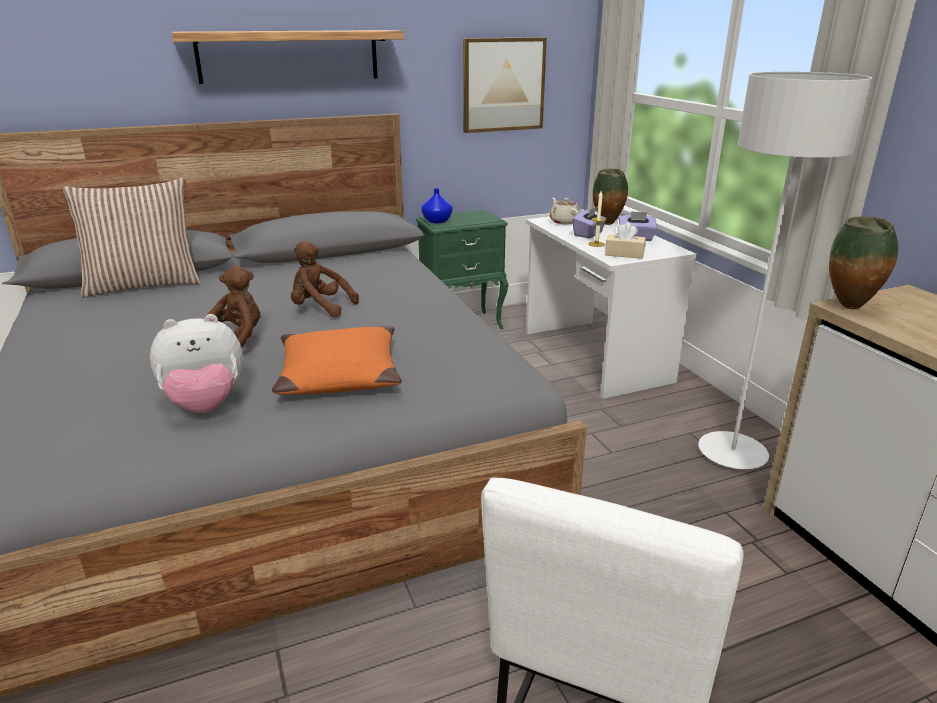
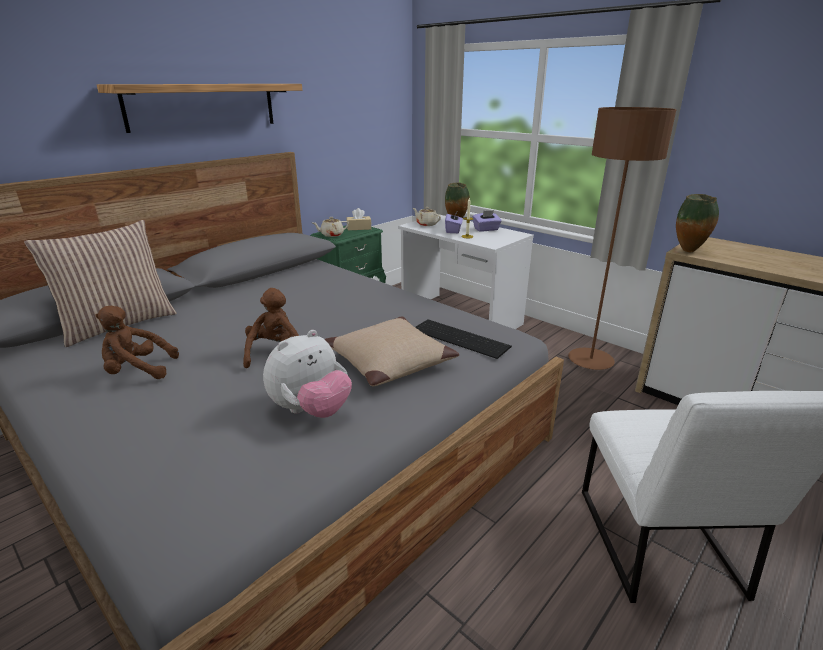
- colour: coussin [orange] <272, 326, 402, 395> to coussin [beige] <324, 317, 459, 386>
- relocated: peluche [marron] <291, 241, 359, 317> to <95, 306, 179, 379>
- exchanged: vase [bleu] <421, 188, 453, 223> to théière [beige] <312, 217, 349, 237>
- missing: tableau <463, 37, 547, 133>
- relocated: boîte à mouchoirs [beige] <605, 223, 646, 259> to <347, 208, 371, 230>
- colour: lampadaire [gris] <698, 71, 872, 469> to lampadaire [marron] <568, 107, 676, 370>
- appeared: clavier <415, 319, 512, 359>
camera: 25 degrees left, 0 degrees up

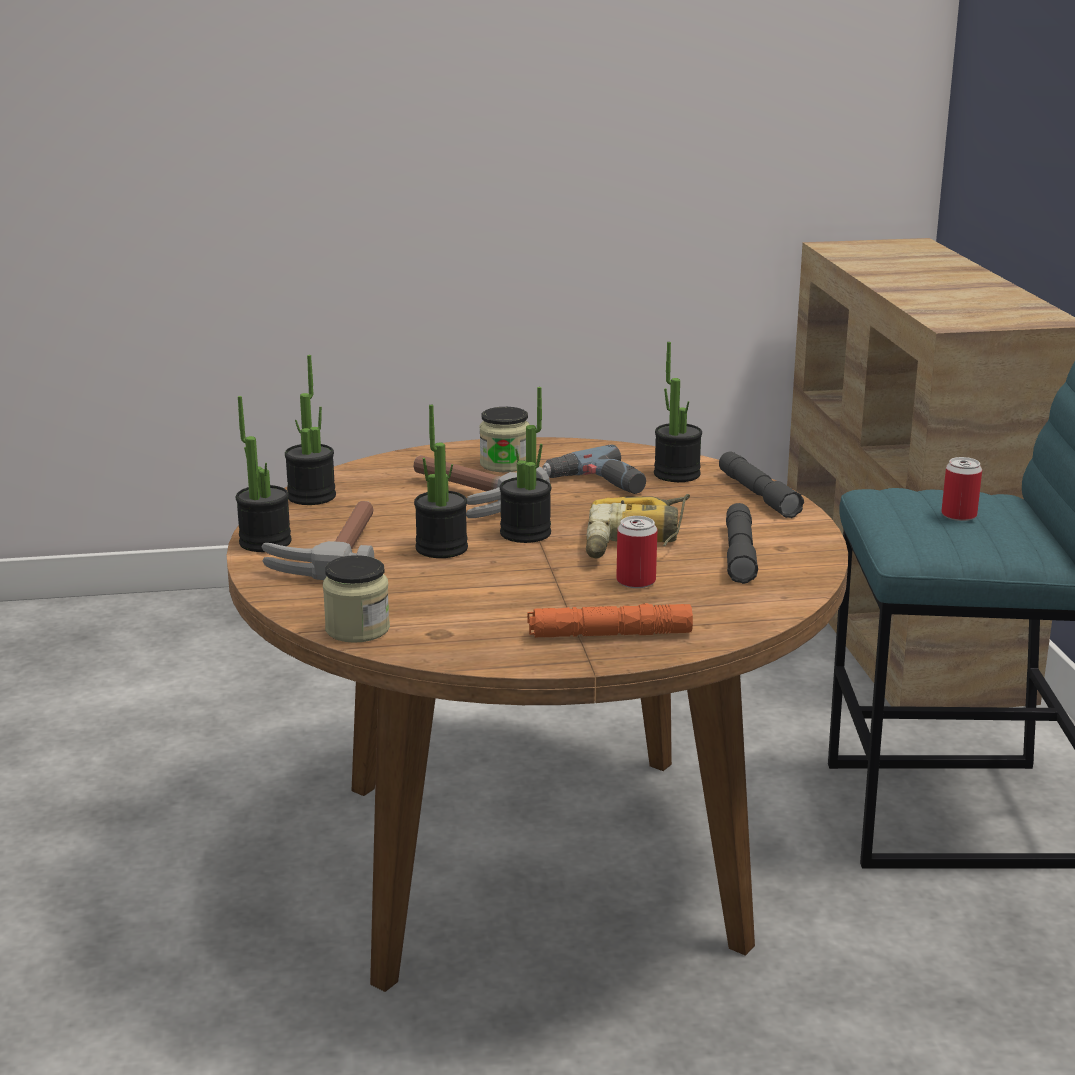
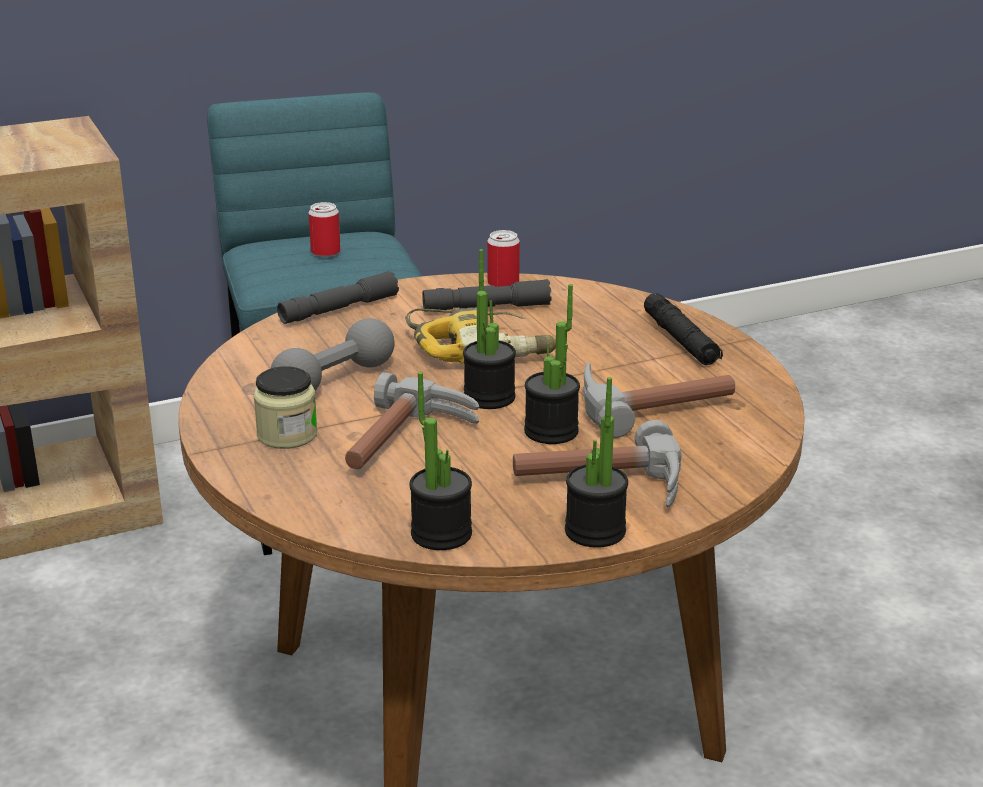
- missing: bocal <323, 555, 390, 643>
- colour: lampe de poche [orange] <527, 603, 693, 638> to lampe de poche [noir] <644, 293, 723, 365>
- exchanged: perceuse <542, 444, 646, 494> to haltère [gris] <271, 318, 395, 390>
- relocated: boîte métallique <616, 516, 657, 588> to <487, 230, 520, 287>
- missing: plante en pot <654, 342, 702, 482>
- appeared: marteau <583, 362, 735, 438>
camera: 105 degrees left, 5 degrees up

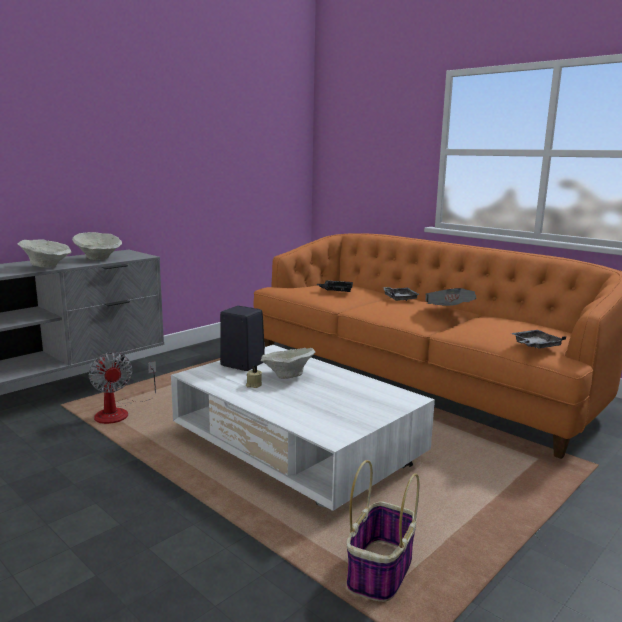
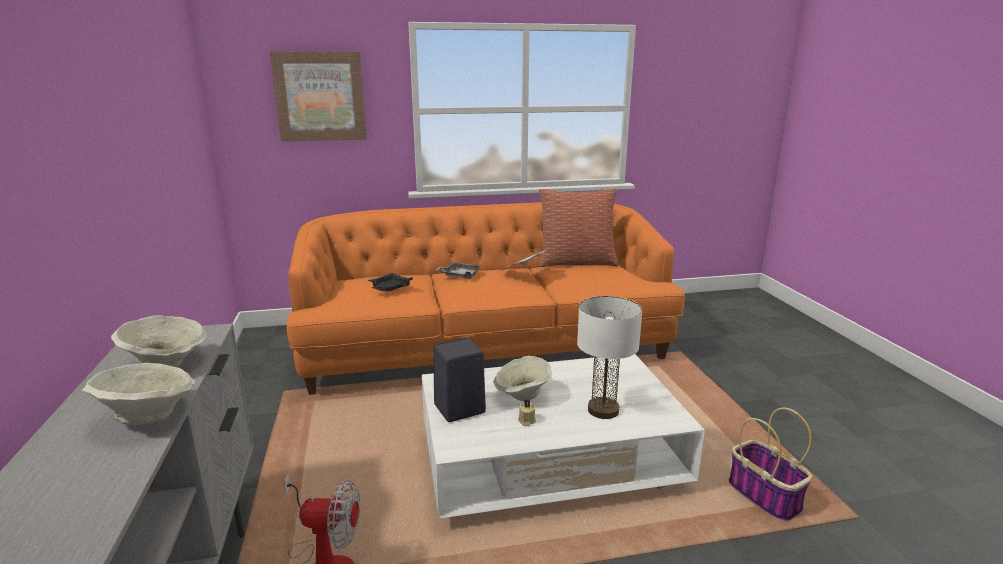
- missing: plateau [gris] <511, 330, 567, 349>
- appeared: tableau <270, 52, 367, 141>
- appeared: coussin <539, 189, 618, 267>
- appeared: lampe de table <577, 296, 642, 419>
camera: 55 degrees left, 5 degrees up

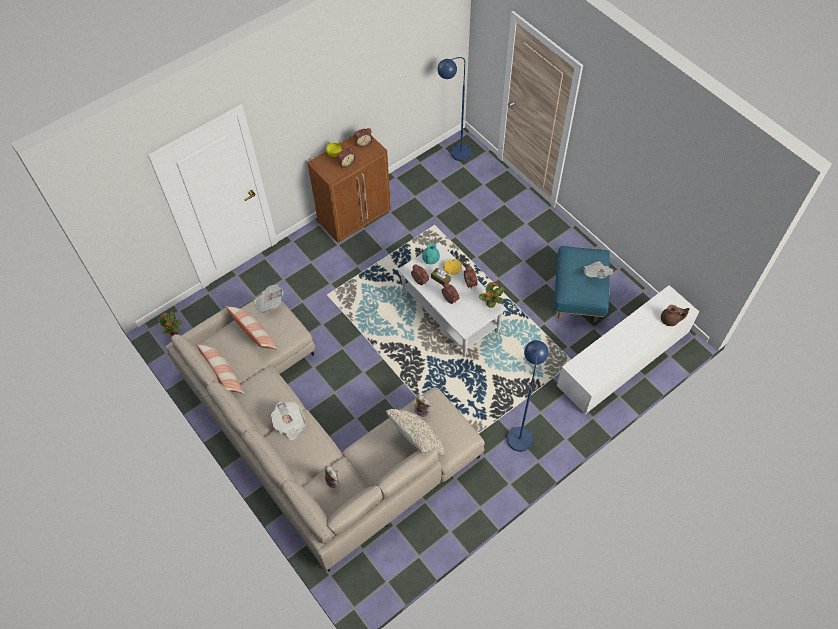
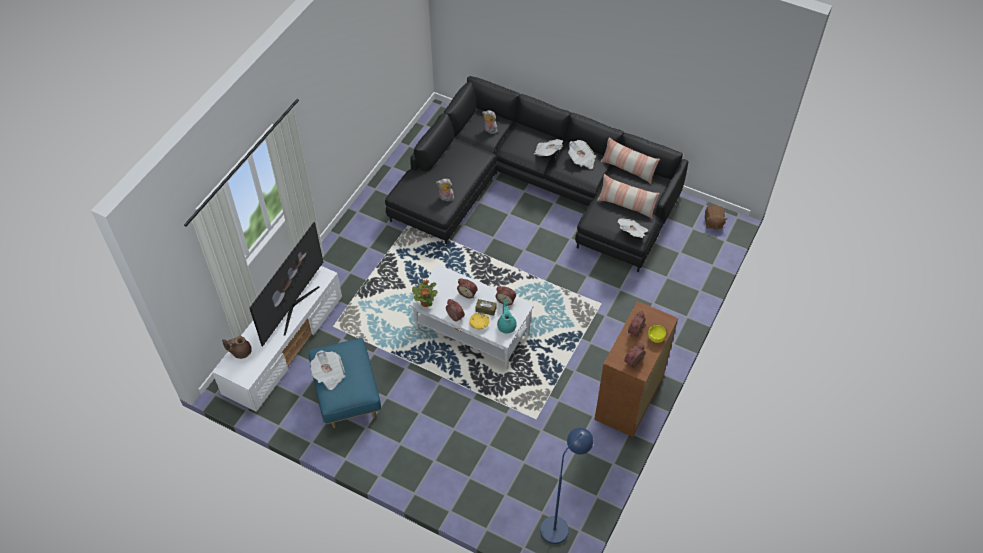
- exchanged: plante en pot <158, 312, 183, 336> to peluche [marron] <705, 205, 727, 229>
- colour: canapé [beige] <166, 295, 485, 572> to canapé [noir] <385, 76, 688, 273>
- missing: coussin [beige] <386, 409, 444, 455>
- missing: lampadaire [bleu] <507, 340, 549, 452>
- appeared: téléviseur <250, 222, 323, 347>
- appeared: journal <568, 140, 596, 169>
camera: 155 degrees right, 5 degrees down

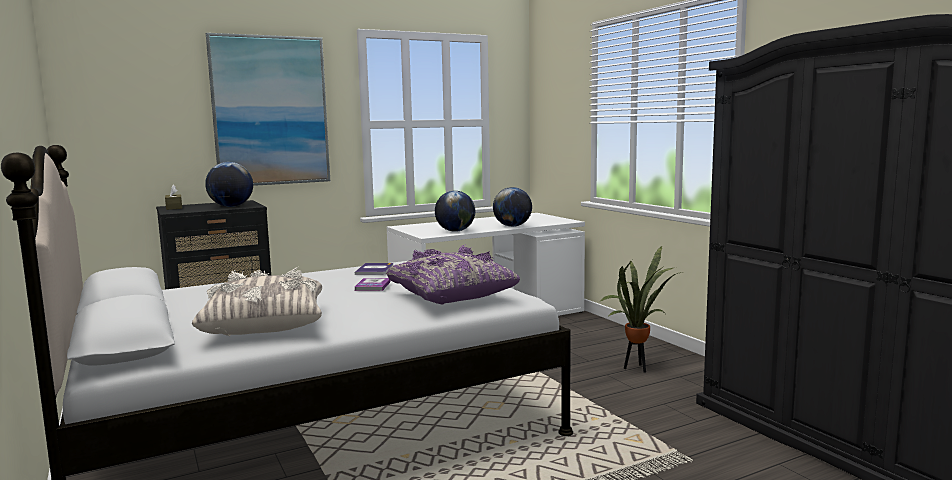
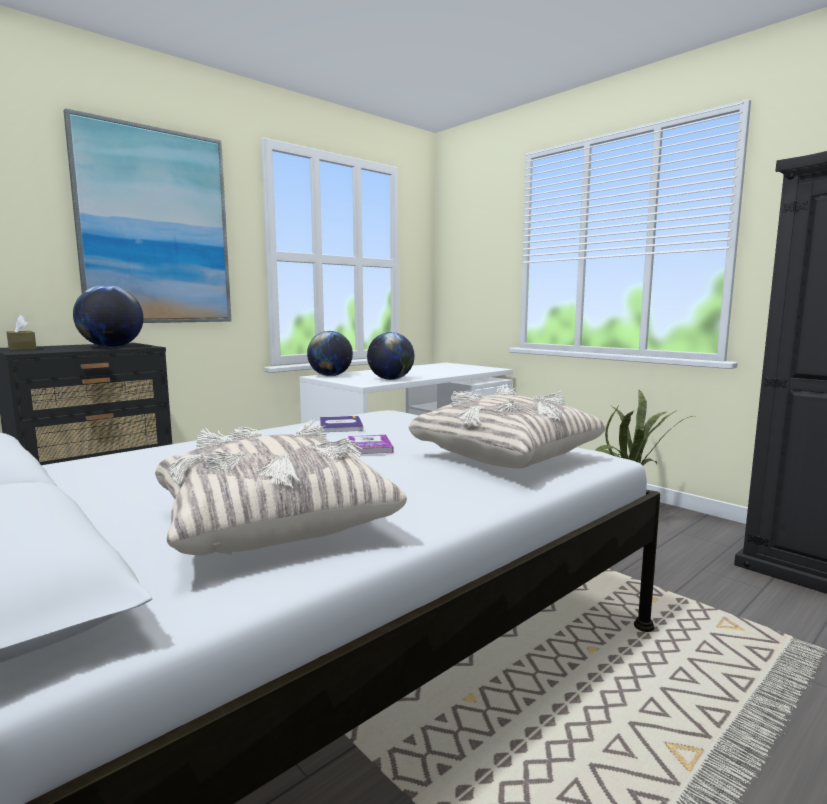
- colour: coussin [violet] <386, 244, 520, 304> to coussin [beige] <408, 384, 606, 468>
- relocated: globe <493, 187, 532, 227> to <307, 331, 353, 376>
camera: 15 degrees left, 0 degrees up

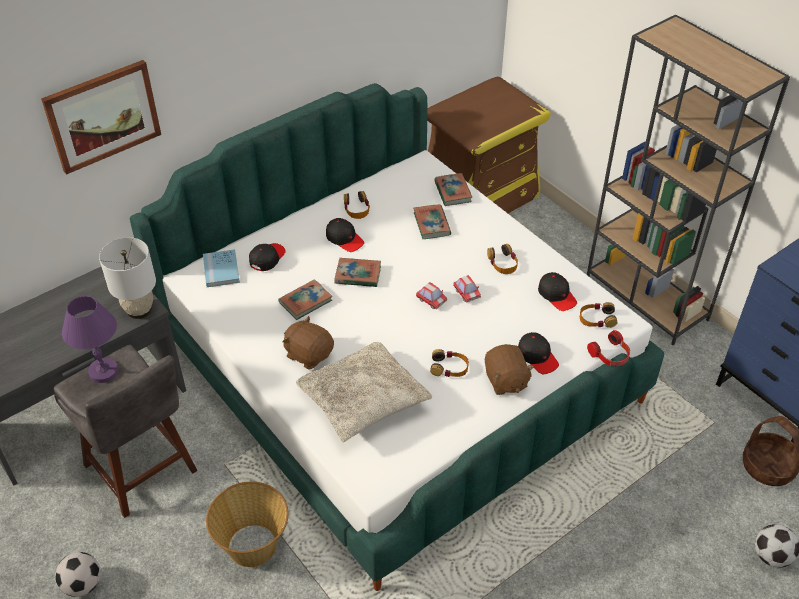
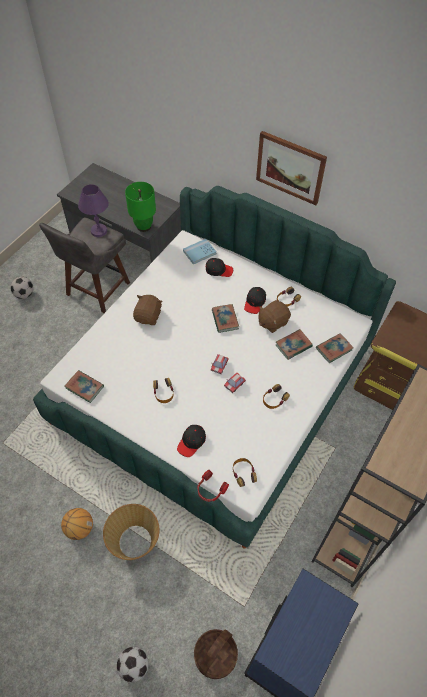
- relocated: tableau <41, 60, 161, 175> to <256, 131, 327, 205>
- colour: lampe de table [blanc] <99, 237, 156, 319> to lampe de table [vert] <125, 182, 156, 232>
- relocated: panier <206, 482, 289, 567> to <103, 504, 160, 560>
- relocated: livre <278, 279, 332, 320> to <64, 370, 104, 403>
- missing: coussin [beige] <296, 342, 432, 442>
- relocated: peluche [marron] <485, 344, 534, 395> to <259, 300, 291, 333>
- missing: casquette [noir] <538, 272, 577, 311>
- appeared: ballon de basket <61, 508, 93, 540>
camera: 70 degrees right, 10 degrees up

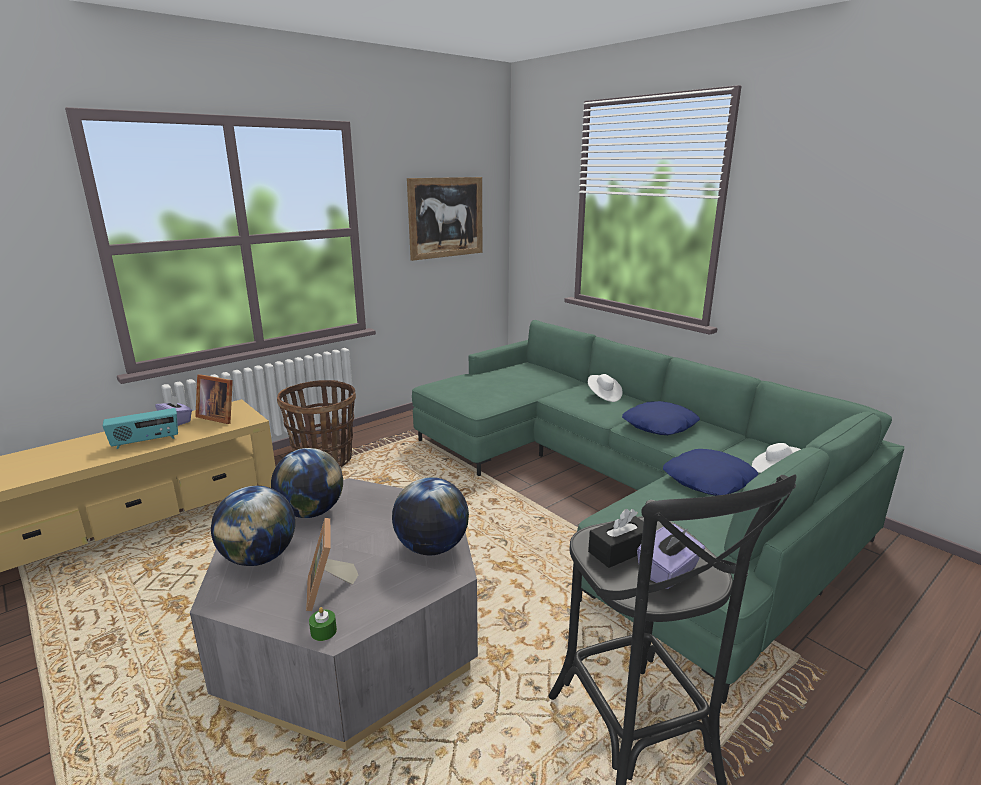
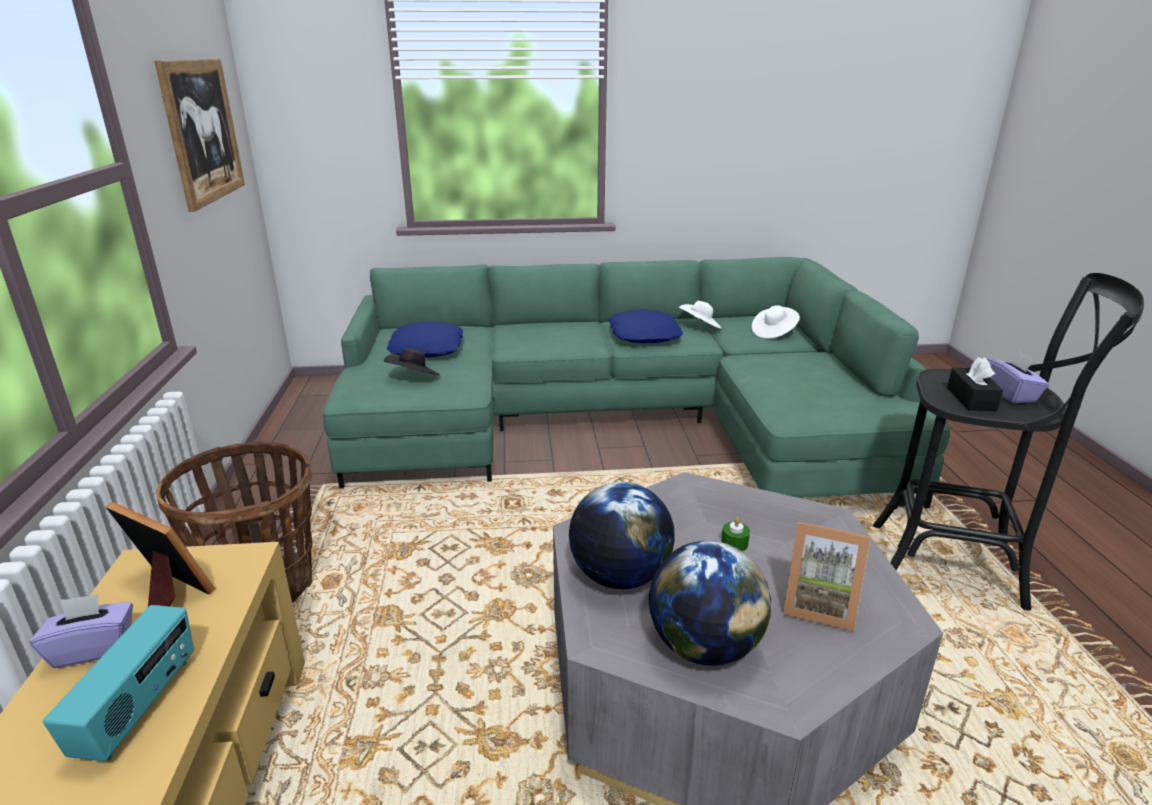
- spun: cadre photo <195, 374, 233, 424> = <106, 502, 215, 607> 120 degrees counterclockwise
- relocated: bougie [vert] <309, 607, 337, 641> to <721, 517, 750, 551>
- missing: globe <392, 477, 469, 555>
- relocated: chapeau [blanc] <588, 374, 622, 402> to <679, 301, 722, 329>
- relocated: coussin [bleu] <663, 449, 758, 496> to <387, 321, 463, 358>
- appeared: chapeau [noir] <384, 349, 440, 375>
camera: 55 degrees left, 5 degrees up

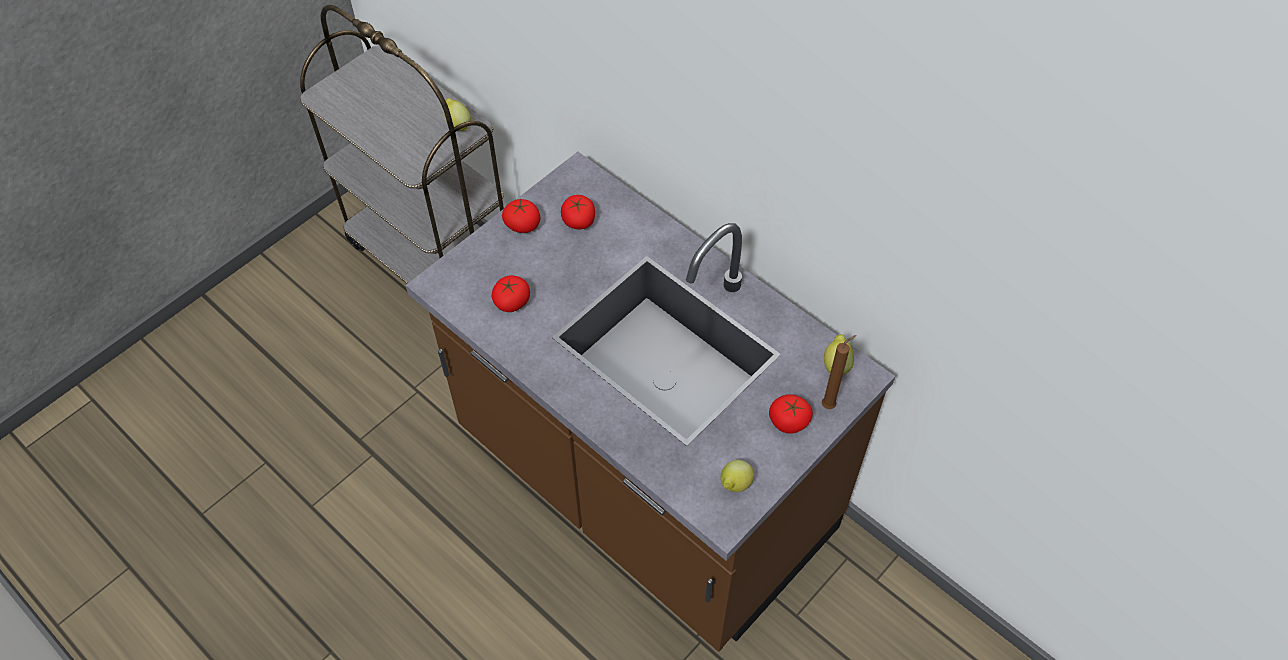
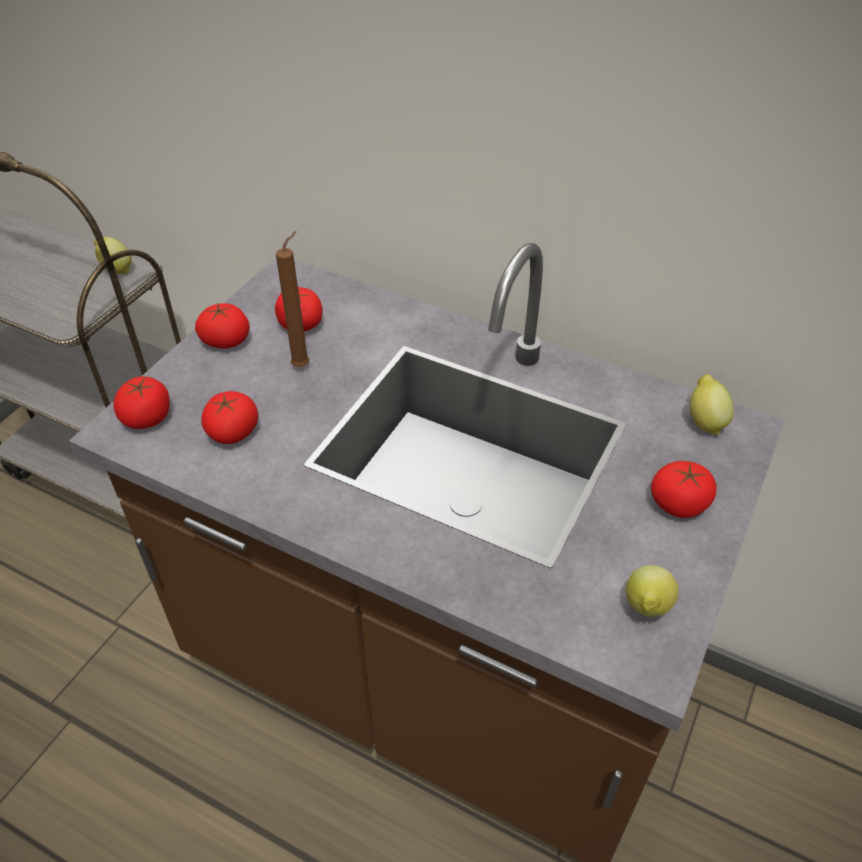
- relocated: bougie [marron] <822, 335, 856, 409> to <276, 231, 310, 367>
- appeared: tomate <113, 376, 170, 429>
camera: 15 degrees left, 10 degrees down

